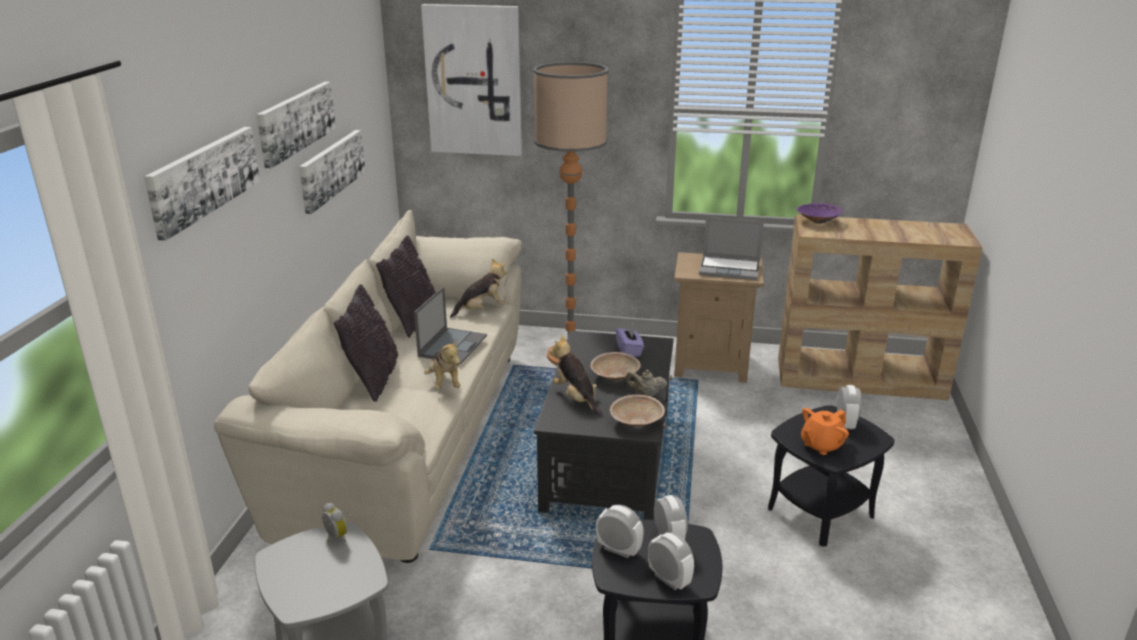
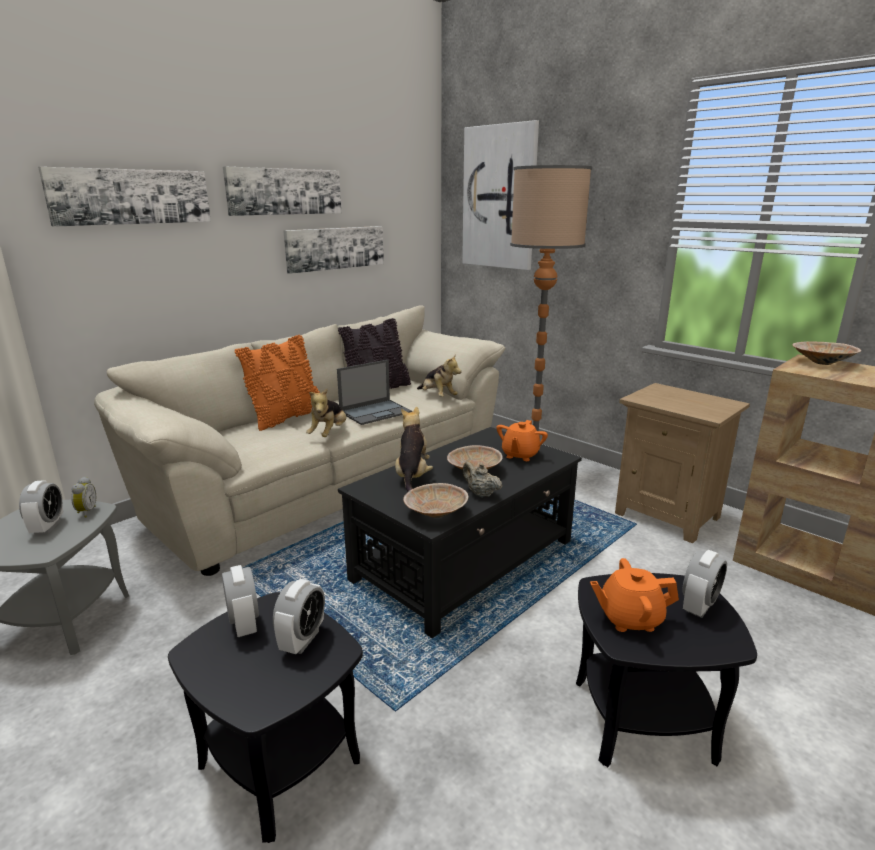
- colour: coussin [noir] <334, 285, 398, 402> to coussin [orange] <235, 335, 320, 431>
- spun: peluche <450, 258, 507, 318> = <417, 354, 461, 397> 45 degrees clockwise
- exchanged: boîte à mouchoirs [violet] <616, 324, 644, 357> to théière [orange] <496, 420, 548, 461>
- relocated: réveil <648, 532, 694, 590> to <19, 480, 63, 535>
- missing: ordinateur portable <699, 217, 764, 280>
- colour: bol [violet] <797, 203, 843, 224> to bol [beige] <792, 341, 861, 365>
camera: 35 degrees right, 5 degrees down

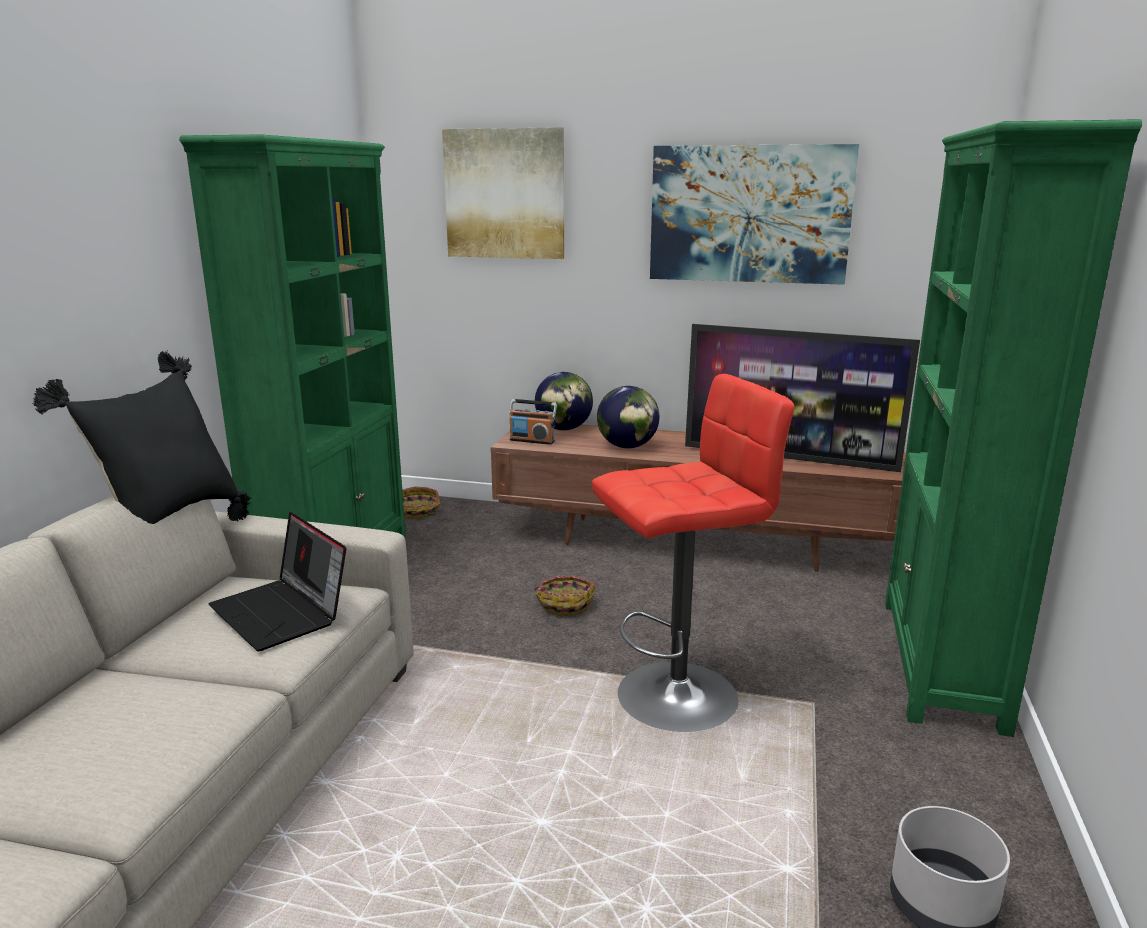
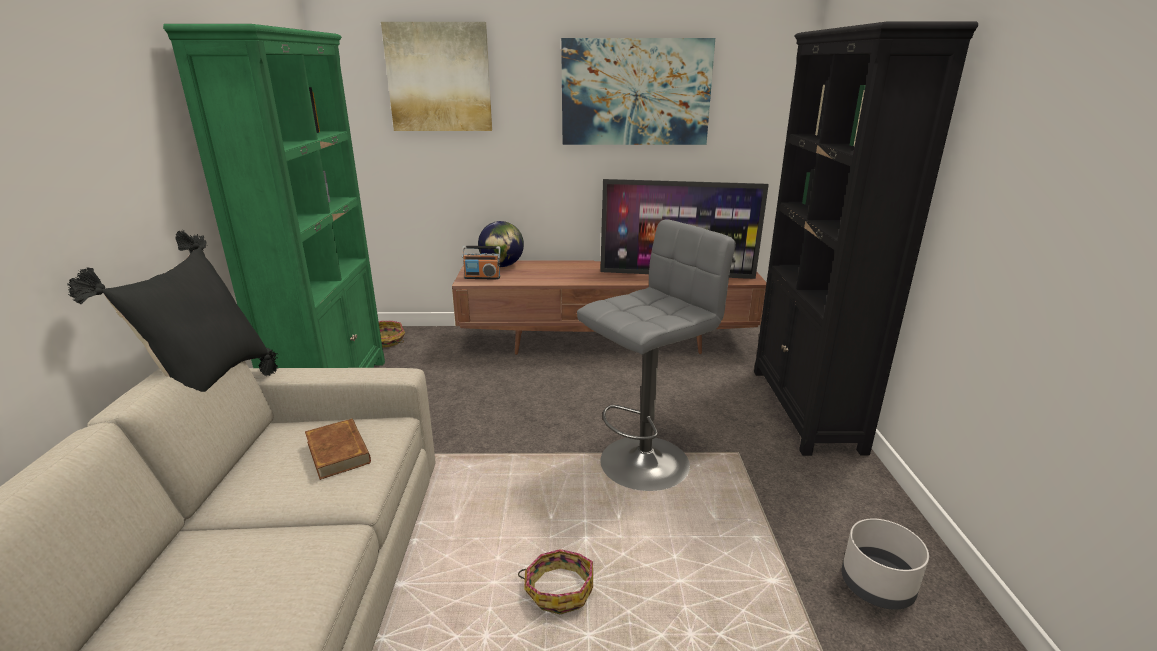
- exchanged: ordinateur portable <209, 512, 346, 652> to livre [marron] <305, 418, 371, 480>
- relocated: panier <534, 576, 595, 616> to <518, 549, 593, 614>
- colour: tabouret [rouge] <592, 374, 794, 732> to tabouret [gris] <577, 219, 736, 491>
- missing: globe <597, 386, 659, 449>
- colour: bibliothèque [vert] <885, 119, 1142, 737> to bibliothèque [noir] <754, 21, 978, 456>
camera: 15 degrees left, 5 degrees up

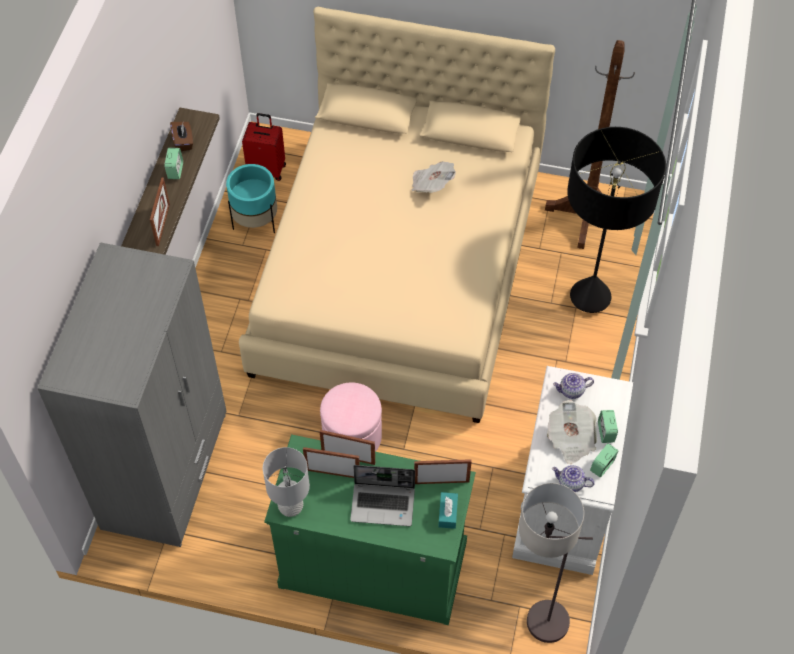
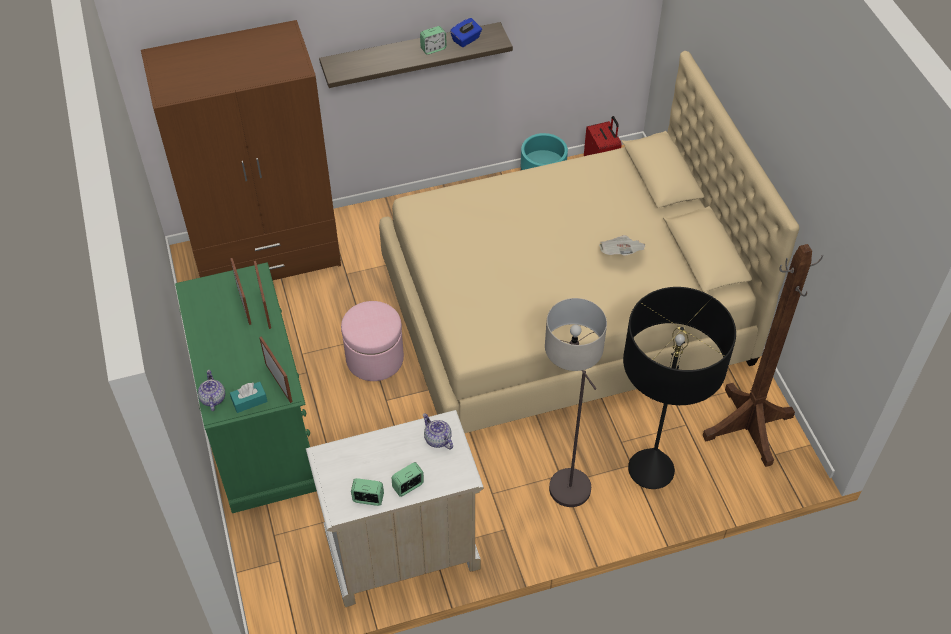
- colour: armoire [gris] <37, 242, 226, 547> to armoire [marron] <141, 20, 341, 280>
- missing: cadre photo <150, 177, 170, 246>
- colour: boîte à mouchoirs [marron] <170, 122, 193, 151> to boîte à mouchoirs [bleu] <450, 18, 482, 47>
- missing: lampe de table [gris] <263, 447, 310, 517>
- missing: ordinateur portable <350, 465, 415, 526>
- relocated: lampadaire [gris] <519, 483, 593, 643> to <545, 298, 607, 507>
- missing: journal <547, 400, 597, 464>
- relocated: théière <552, 465, 595, 492> to <198, 370, 225, 411>
camera: 60 degrees right, 5 degrees down

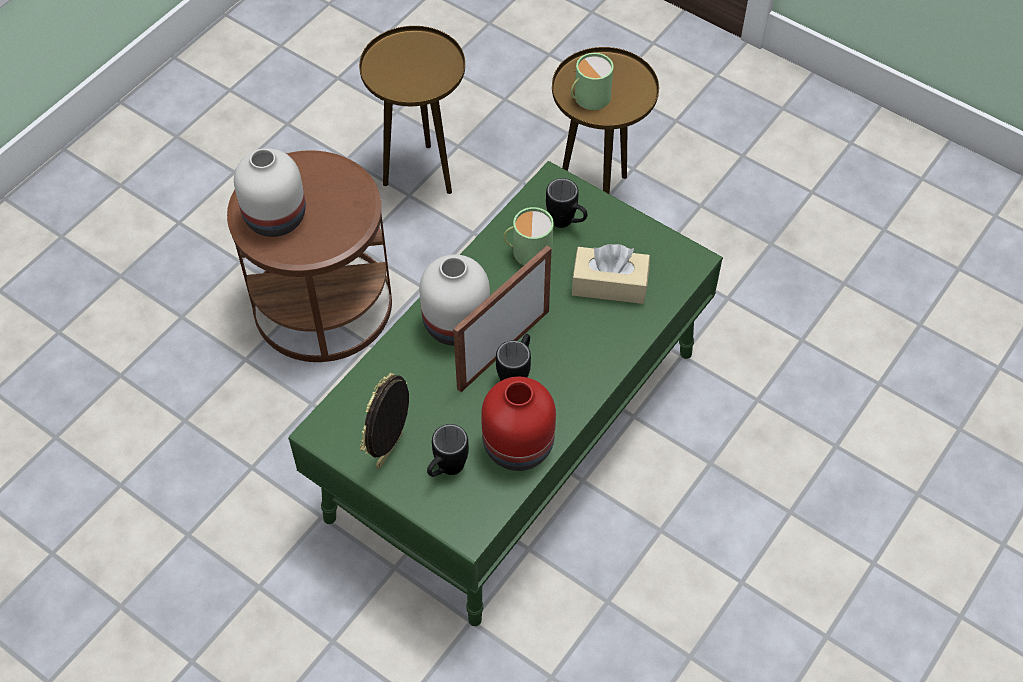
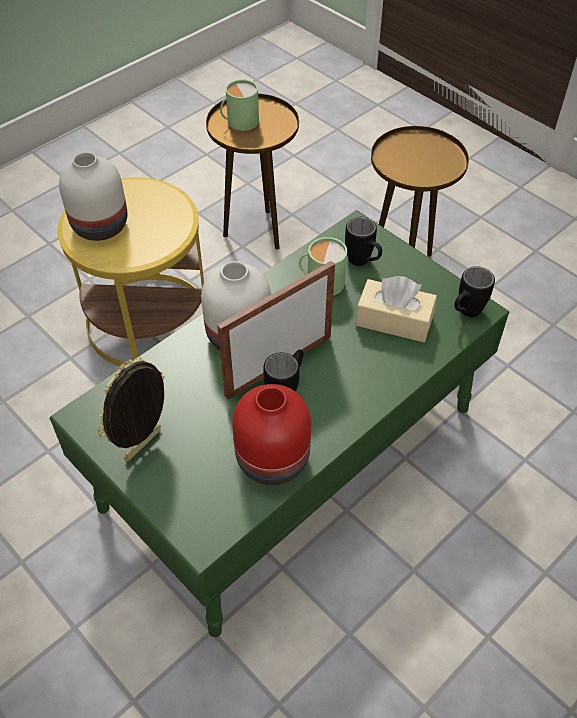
- colour: table d'appoint [marron] <227, 151, 392, 362> to table d'appoint [jaune] <57, 178, 204, 366>
- relocated: mug [noir] <427, 424, 469, 477> to <454, 266, 495, 317>
- relocated: mug [vert] <571, 53, 613, 110> to <220, 79, 259, 131>
camera: 10 degrees right, 5 degrees down

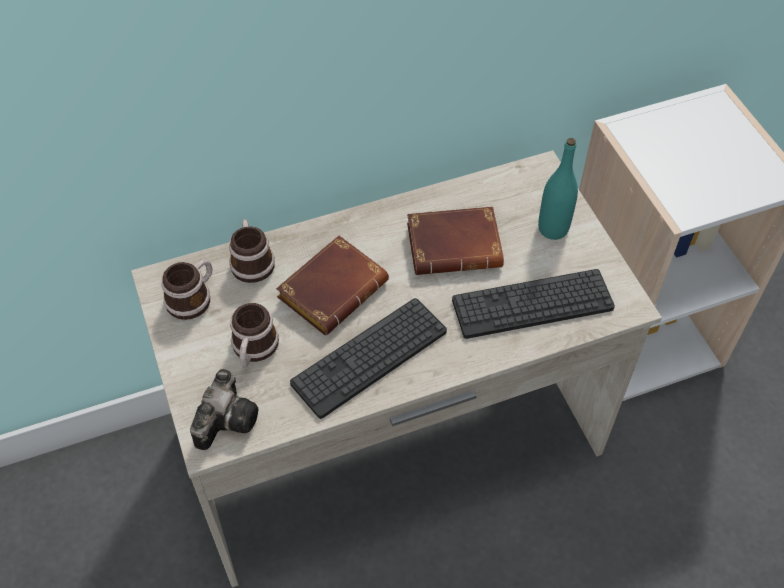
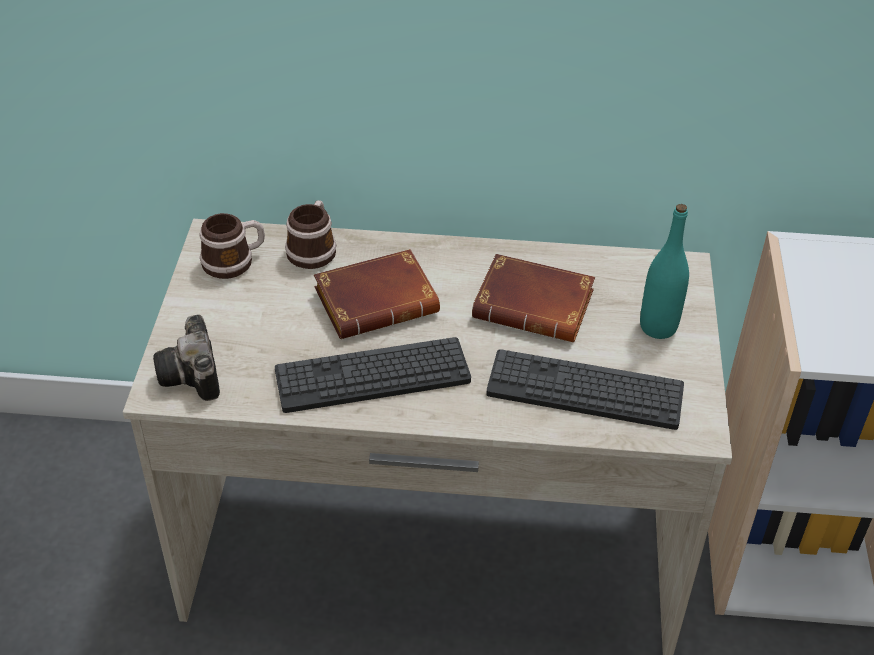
- spun: appareil photo <190, 369, 258, 450> = <153, 314, 220, 401> 120 degrees clockwise
- missing: mug <230, 303, 279, 368>
camera: 25 degrees right, 10 degrees down

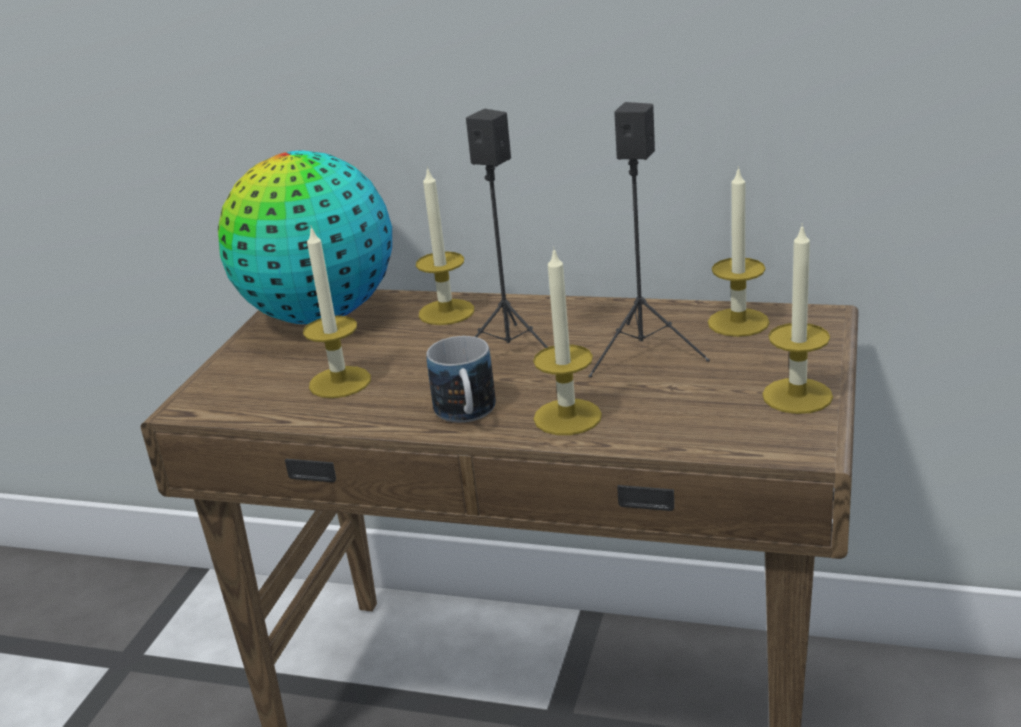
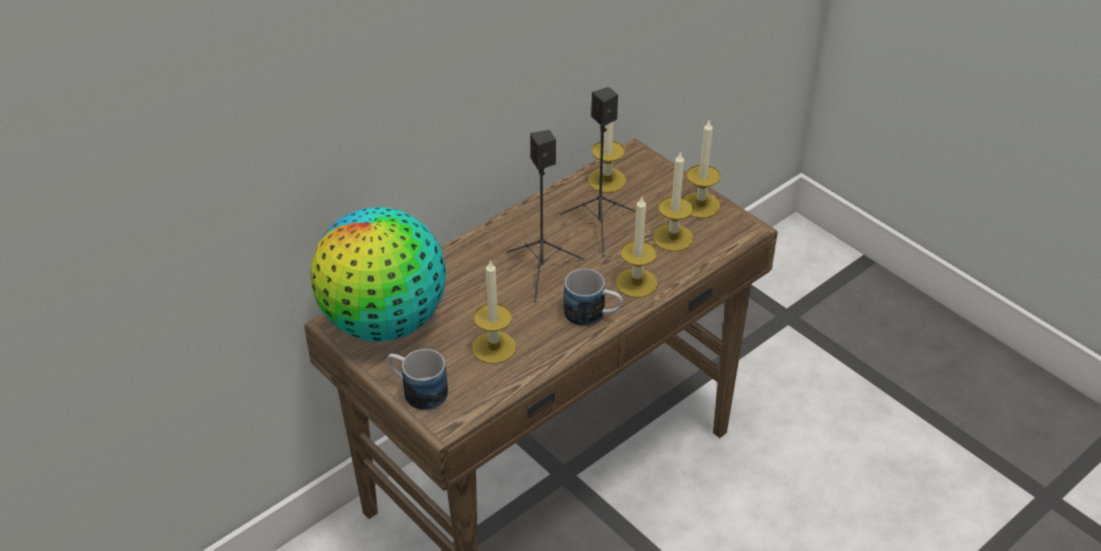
- relocated: bougie <416, 166, 474, 325> to <653, 151, 694, 252>
- appeared: mug <387, 349, 448, 410>
camera: 60 degrees left, 15 degrees up

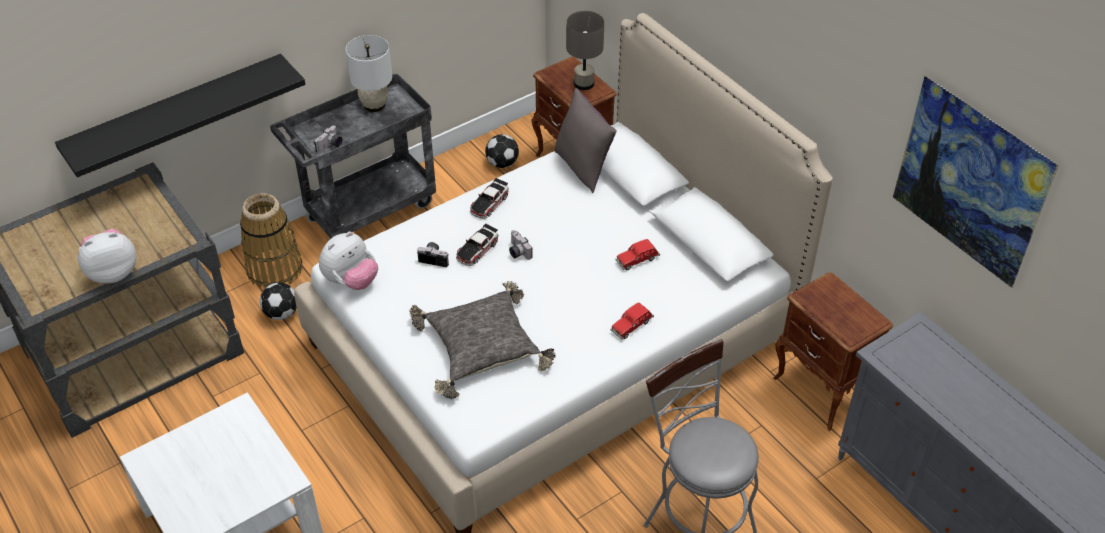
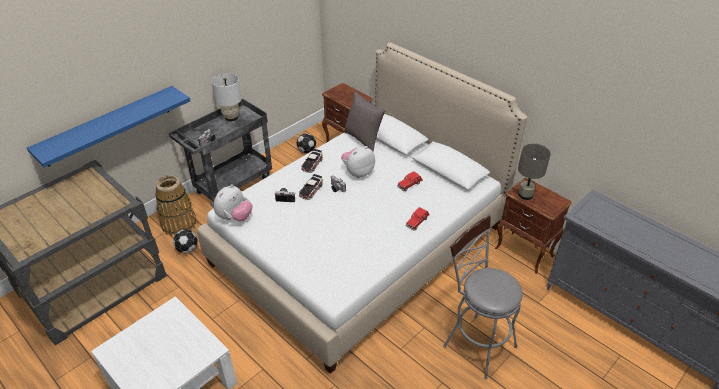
- colour: étagère [noir] <55, 54, 306, 177> to étagère [bleu] <27, 86, 190, 167>
- relocated: peluche <78, 229, 137, 284> to <341, 146, 375, 178>
- missing: coussin <409, 281, 556, 399>
- relocated: lampe de table [gris] <566, 11, 604, 90> to <518, 143, 551, 200>
- missing: tableau <893, 76, 1059, 288>
camera: 10 degrees left, 5 degrees down

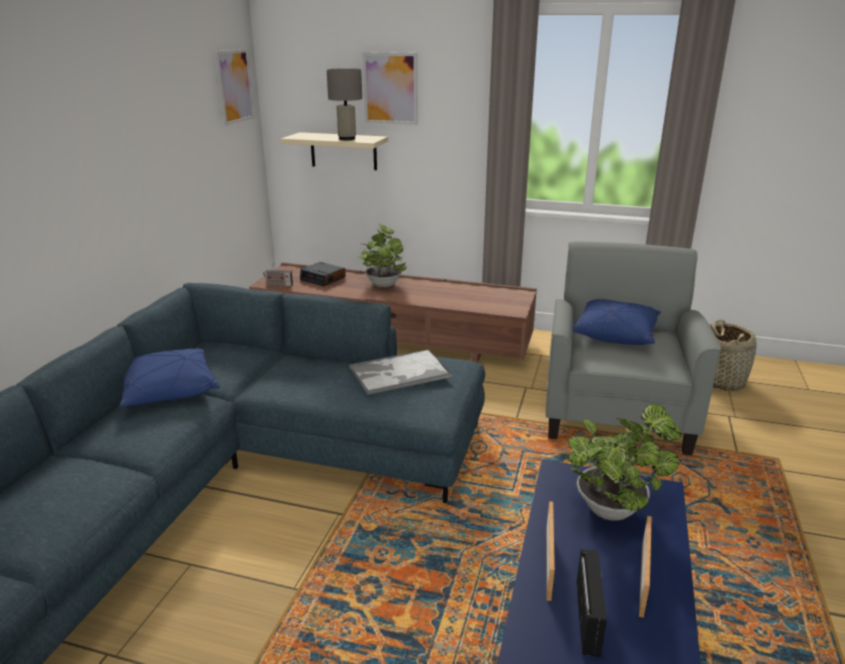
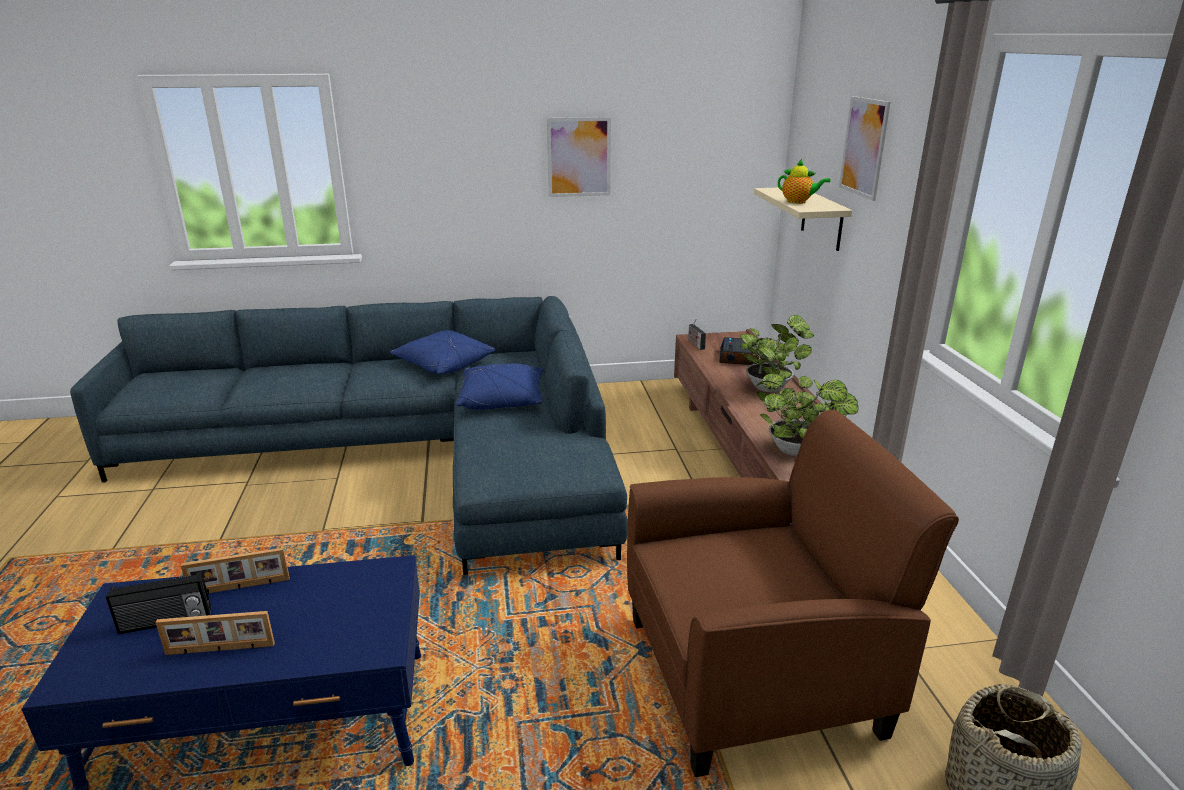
- relocated: tableau <215, 49, 254, 126> to <547, 117, 611, 197>
- exchanged: lampe de table [gris] <327, 68, 362, 140> to théière <778, 159, 831, 204>
- missing: plateau <350, 349, 452, 395>
- colour: fauteuil [gris] <546, 241, 721, 455> to fauteuil [marron] <627, 410, 959, 777>
- relocated: plante en pot <568, 403, 682, 521> to <757, 373, 859, 456>
- relocated: coussin [bleu] <573, 299, 661, 345> to <456, 364, 544, 410>
camera: 65 degrees right, 0 degrees up

